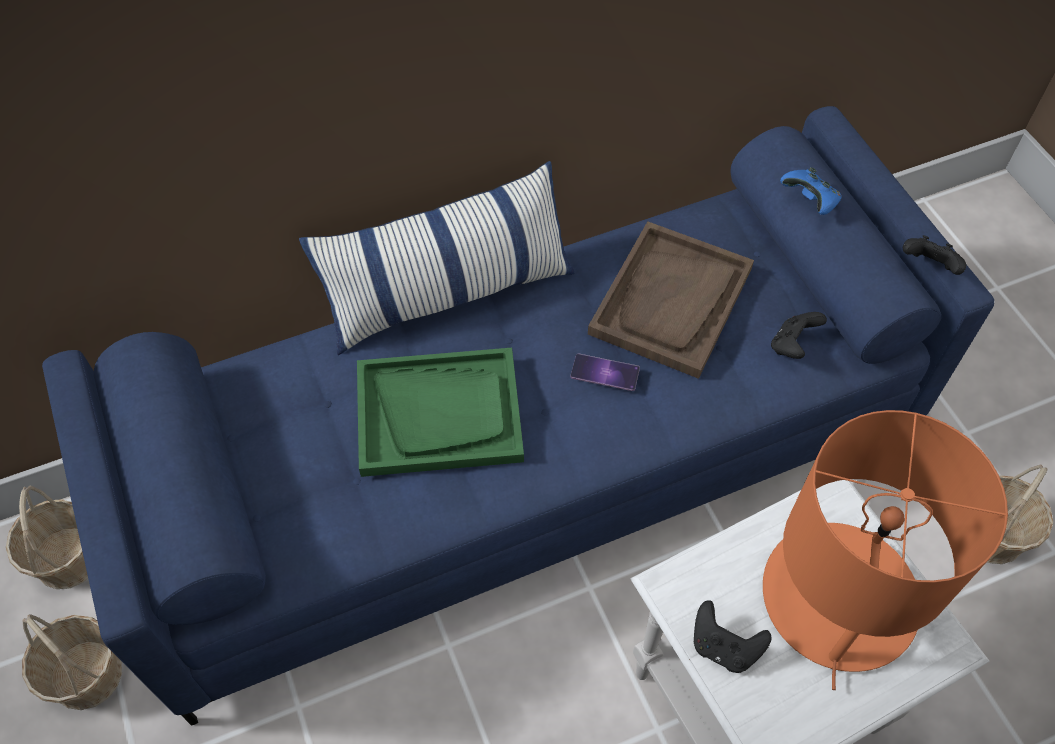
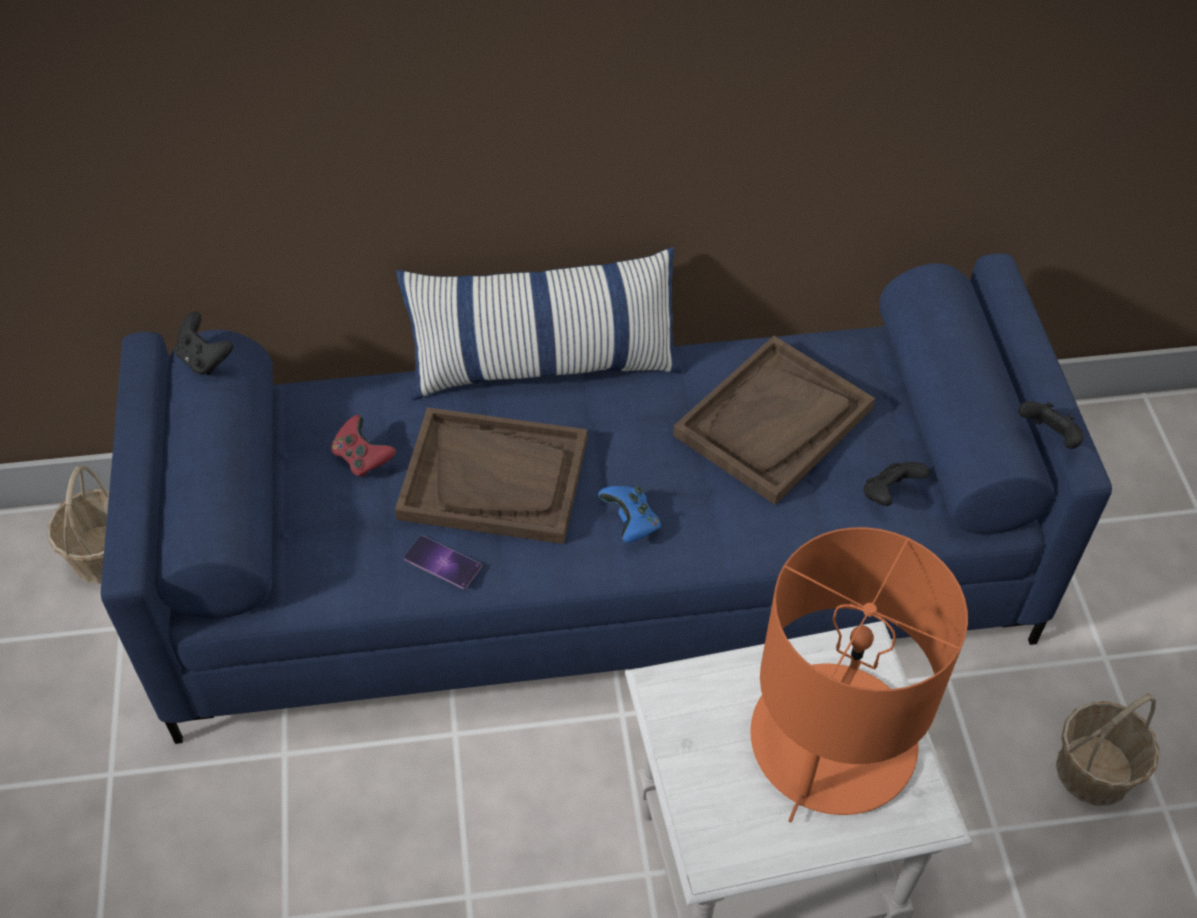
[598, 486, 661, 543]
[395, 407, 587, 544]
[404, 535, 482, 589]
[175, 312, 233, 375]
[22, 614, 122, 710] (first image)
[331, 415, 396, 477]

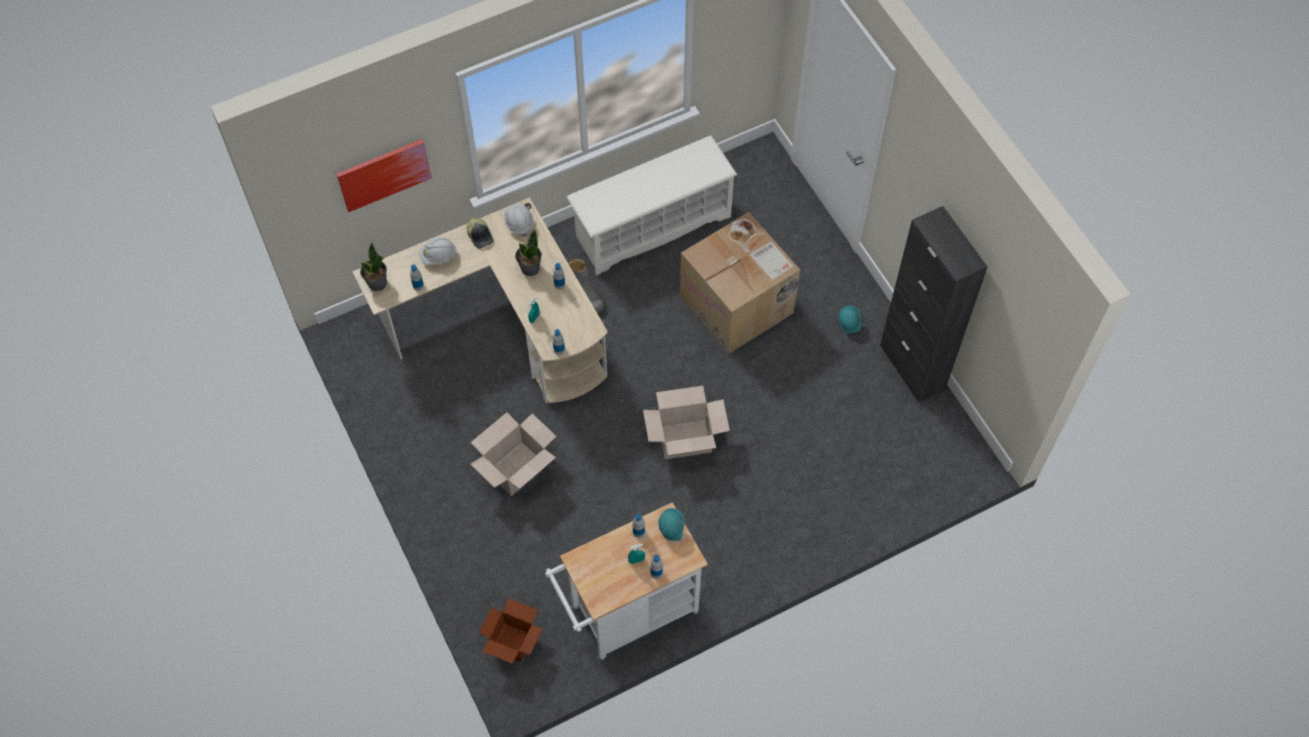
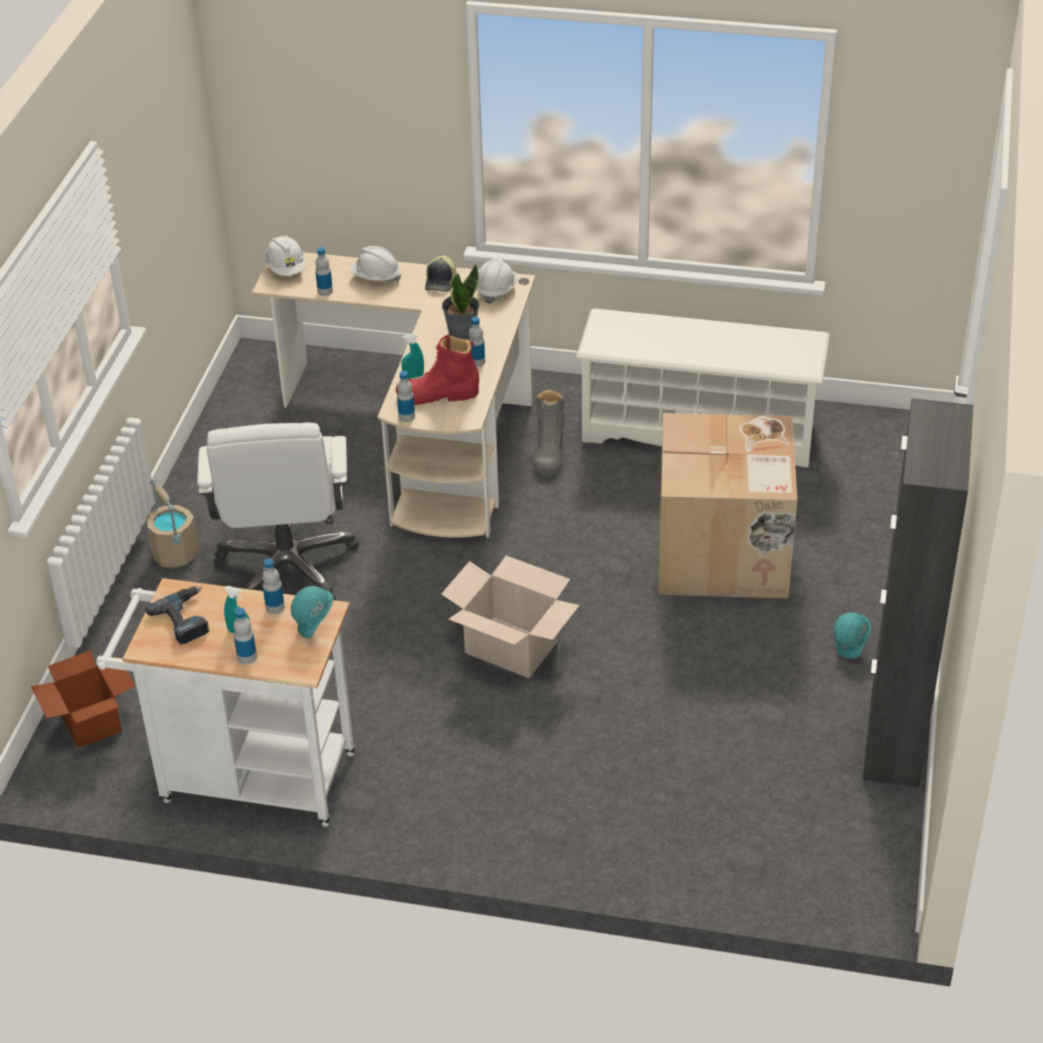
[336, 139, 432, 212] (first image)
[265, 235, 306, 276]
[197, 422, 359, 600]
[396, 335, 479, 405]
[147, 479, 199, 568]
[145, 586, 210, 645]

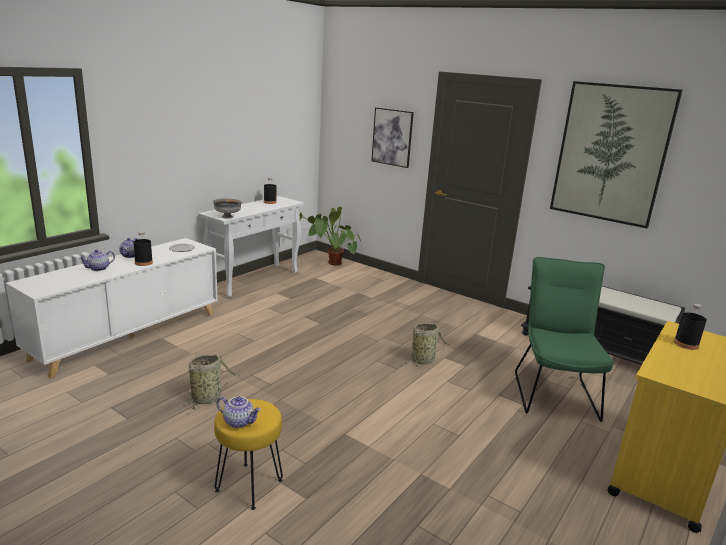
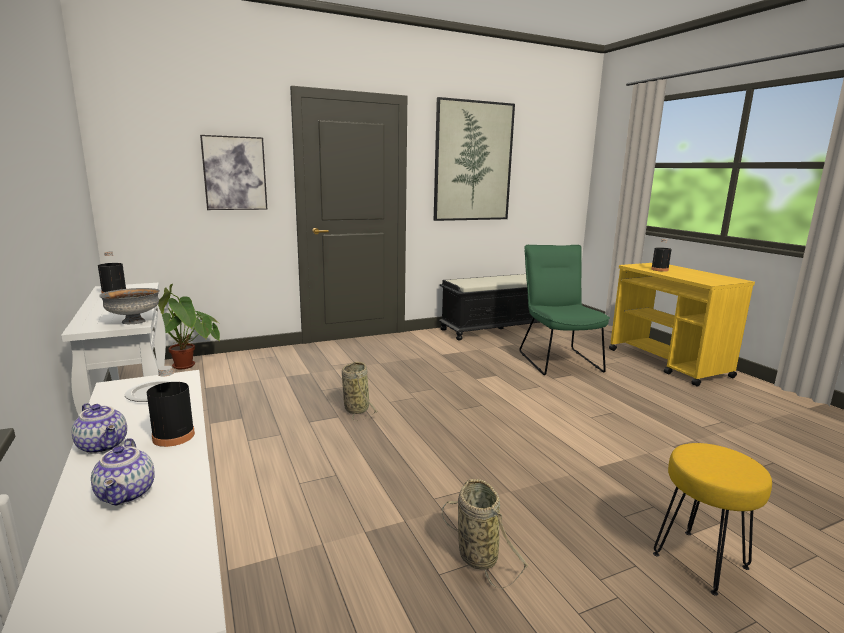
[519, 245, 610, 375]
[342, 362, 378, 421]
[217, 396, 261, 428] (first image)

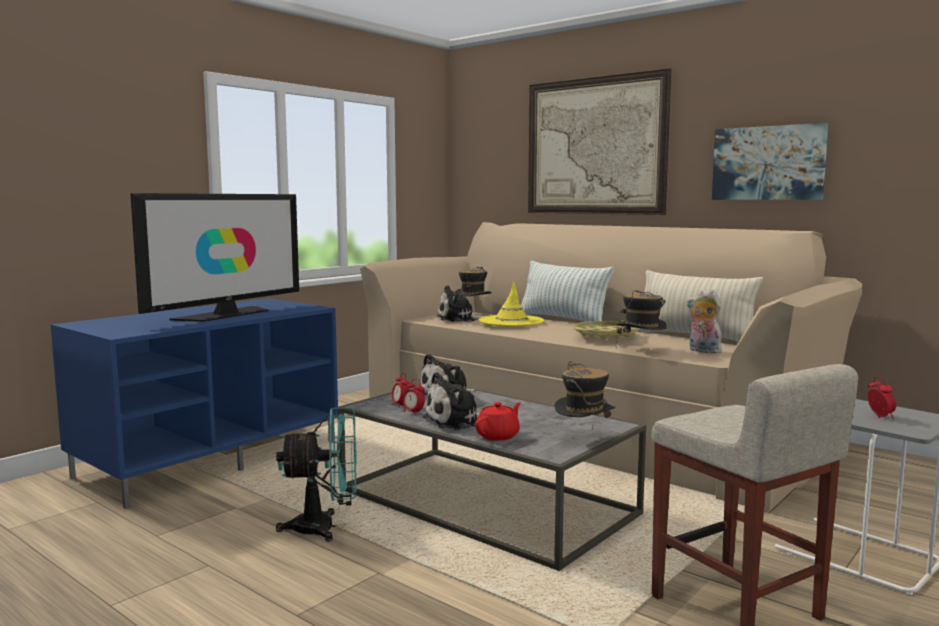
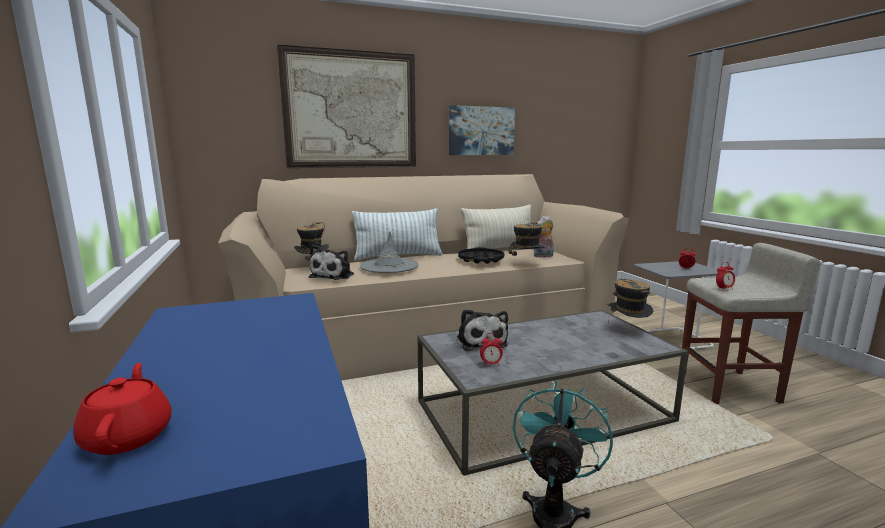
[130, 193, 299, 322] (first image)
[360, 231, 419, 273]
[458, 247, 504, 264]
[423, 372, 480, 430] (first image)
[716, 262, 735, 291]
[73, 363, 172, 455]

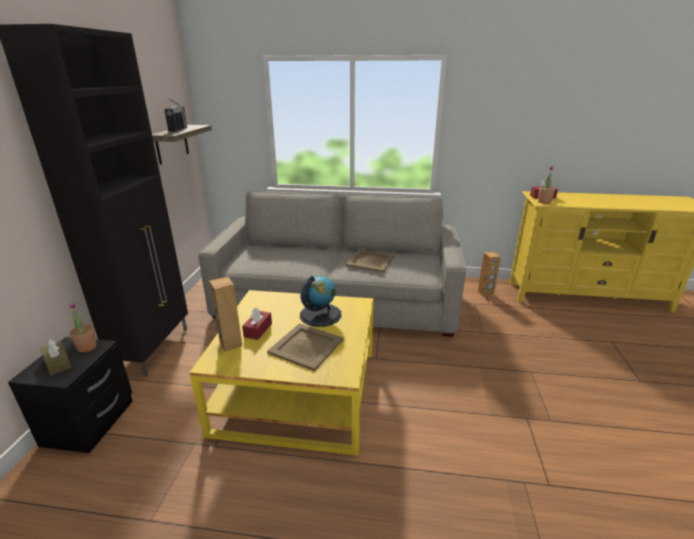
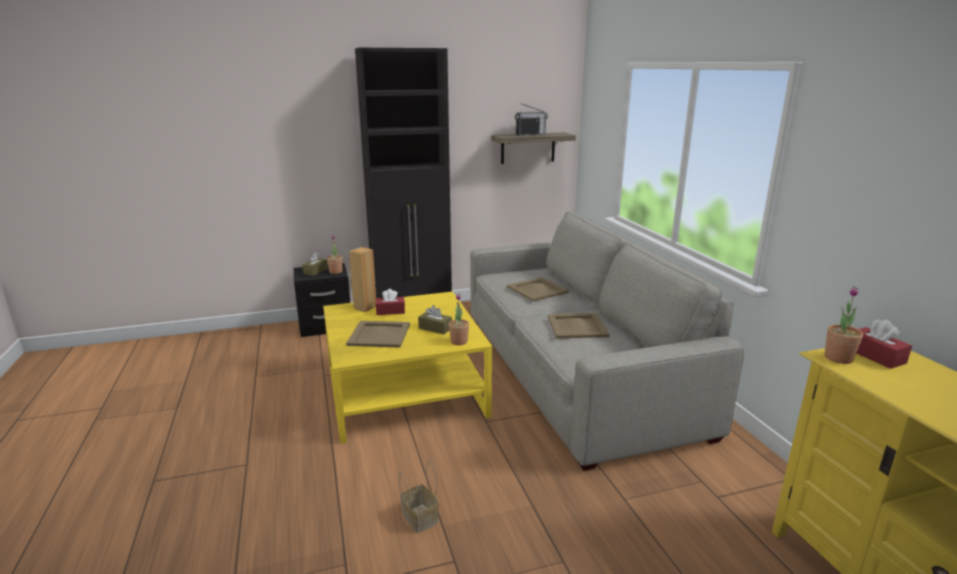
[478, 252, 501, 296] (first image)
[418, 305, 452, 335]
[507, 277, 569, 301]
[449, 294, 469, 345]
[399, 459, 439, 533]

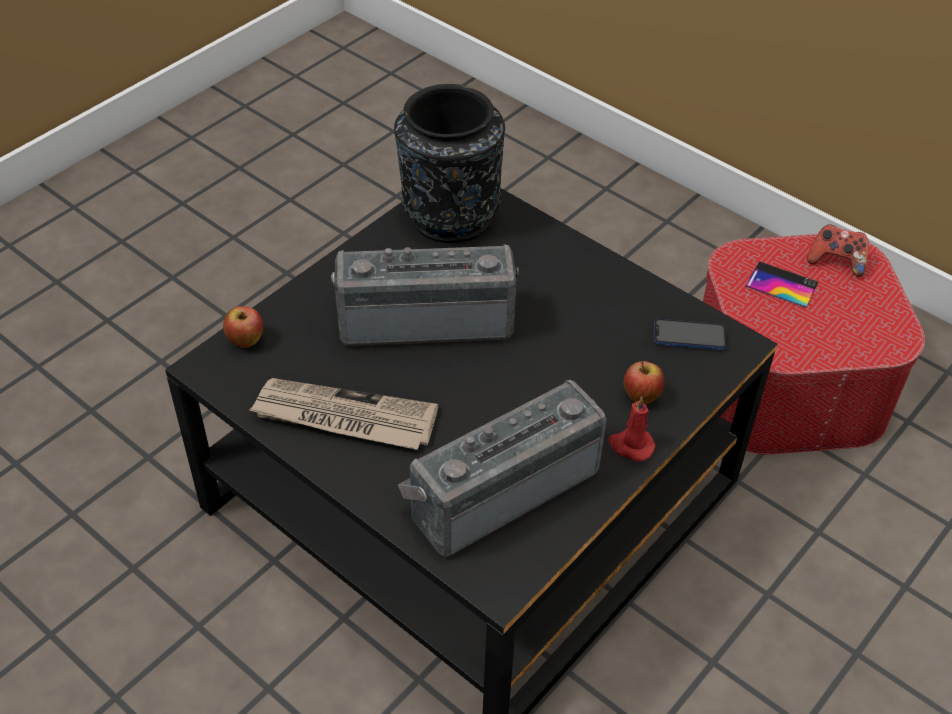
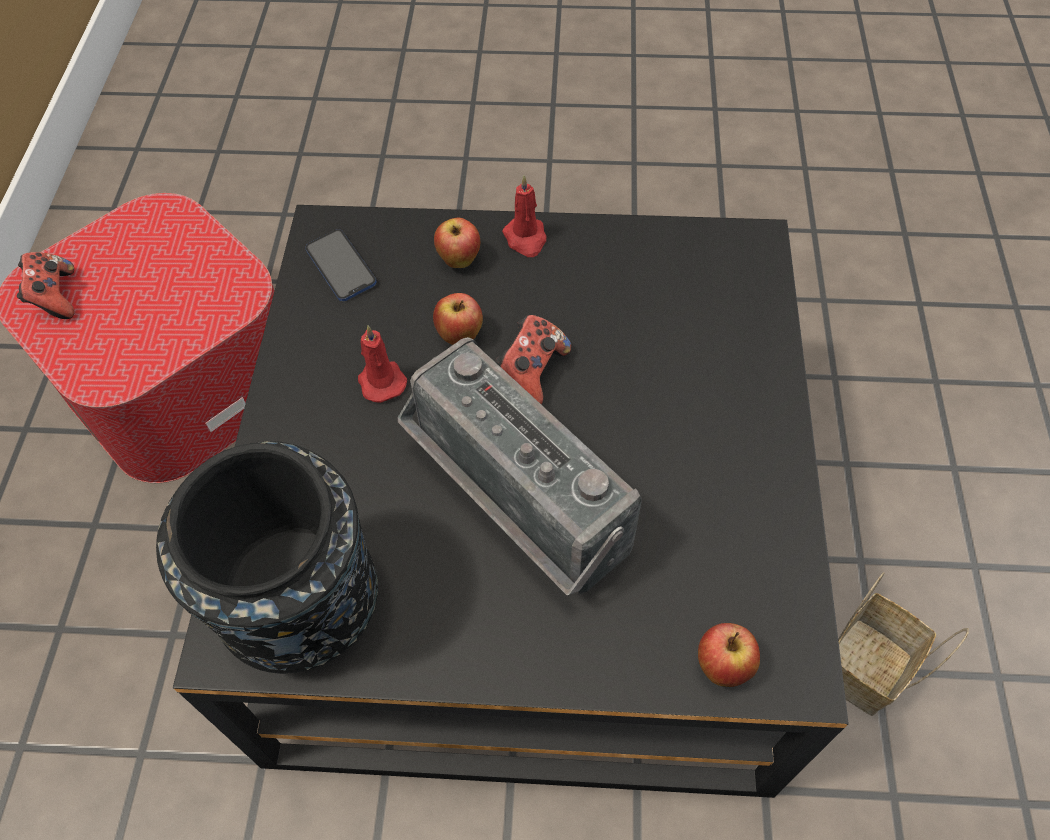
[746, 261, 818, 308] (first image)
[250, 378, 438, 450] (first image)
[398, 380, 607, 557] (first image)
[433, 293, 483, 345]
[496, 315, 571, 404]
[358, 325, 407, 403]
[838, 572, 969, 716]

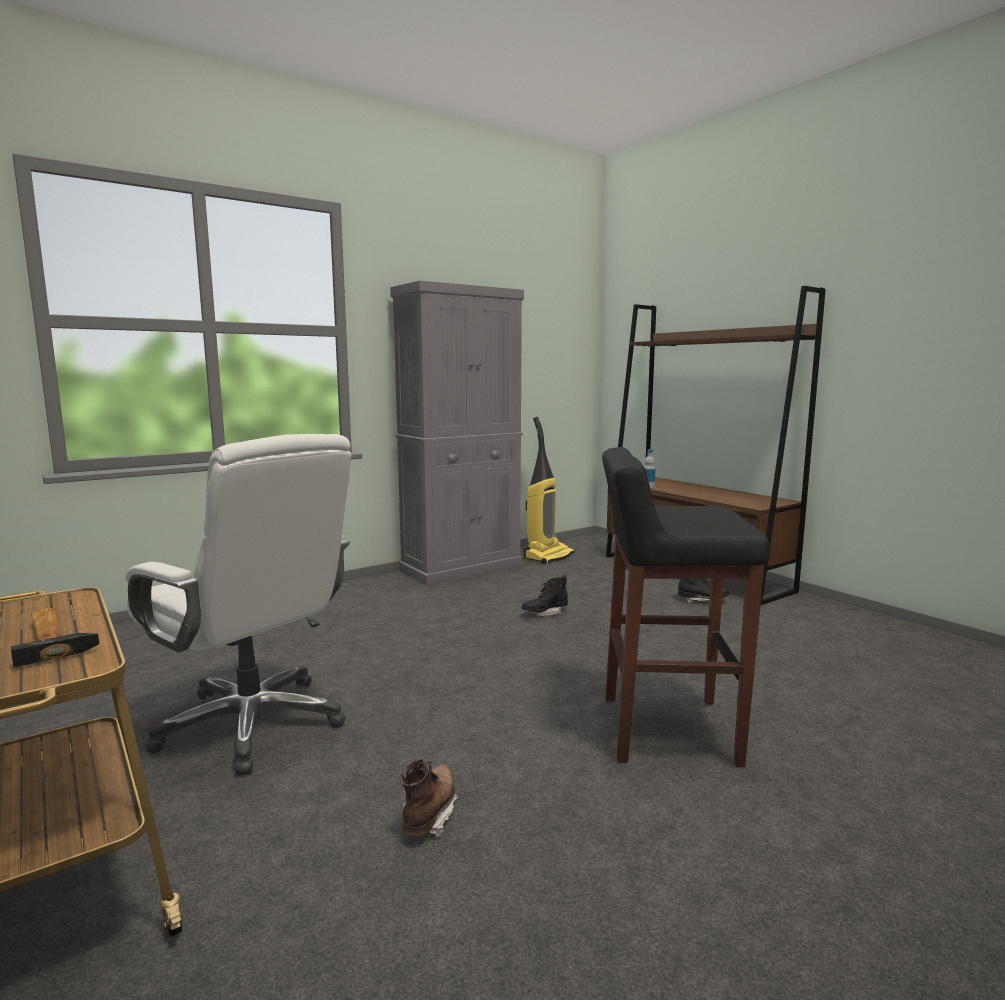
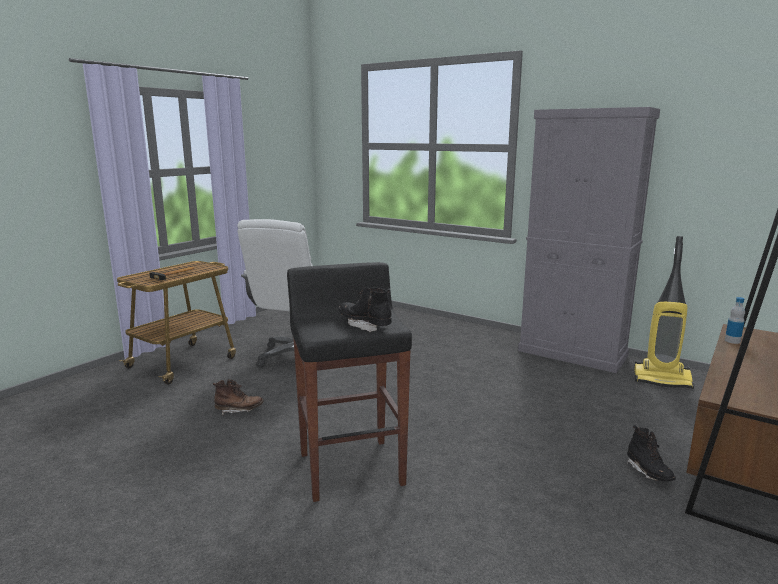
[338, 287, 392, 332]

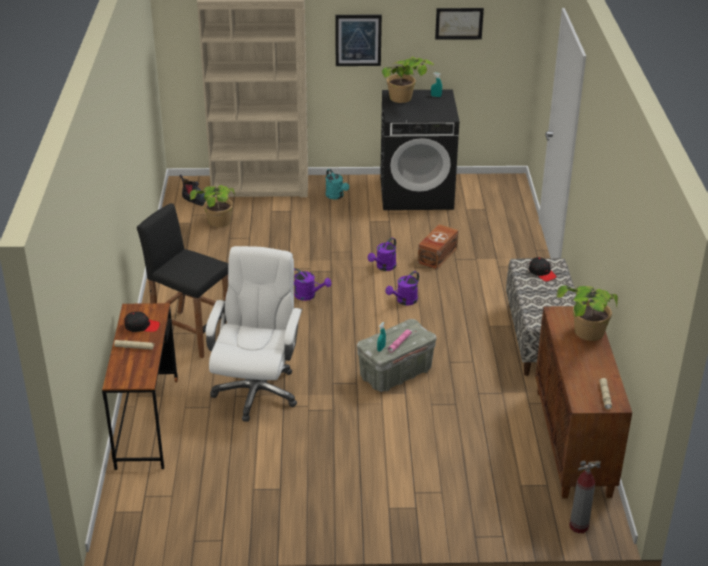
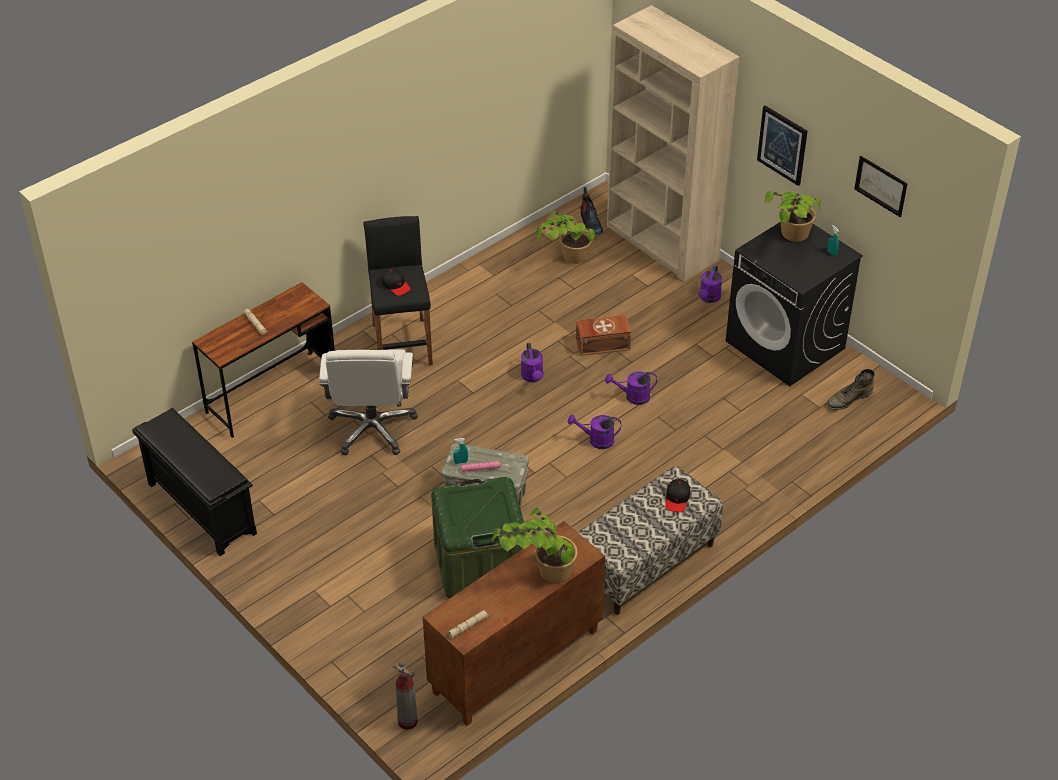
[699, 265, 722, 303]
[576, 315, 631, 356]
[319, 350, 418, 455]
[382, 268, 411, 296]
[826, 369, 875, 410]
[132, 408, 257, 556]
[431, 477, 527, 598]

